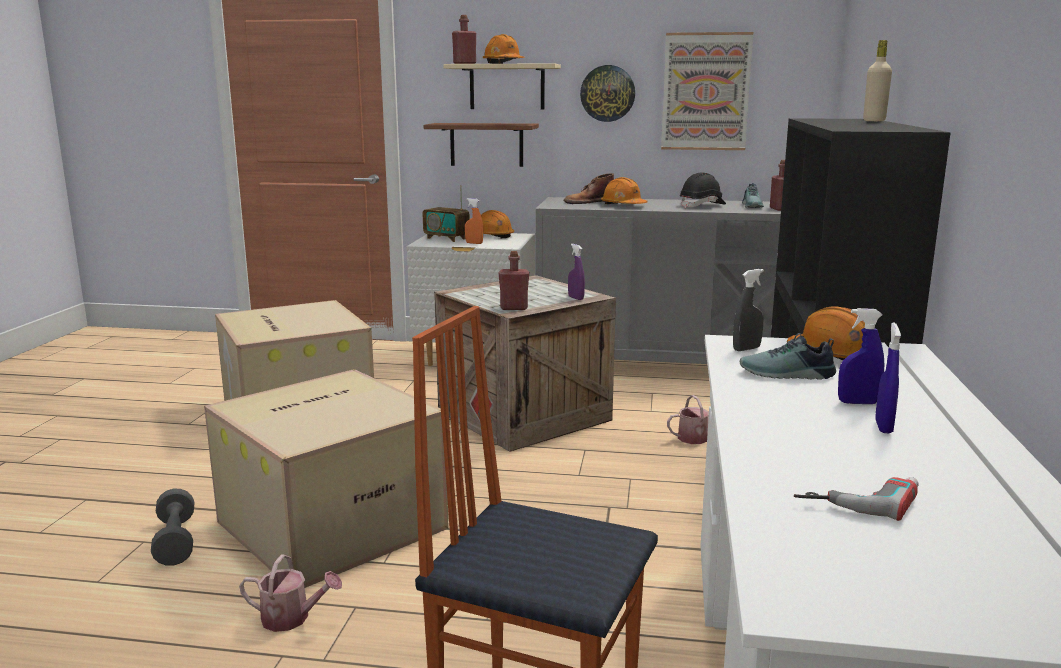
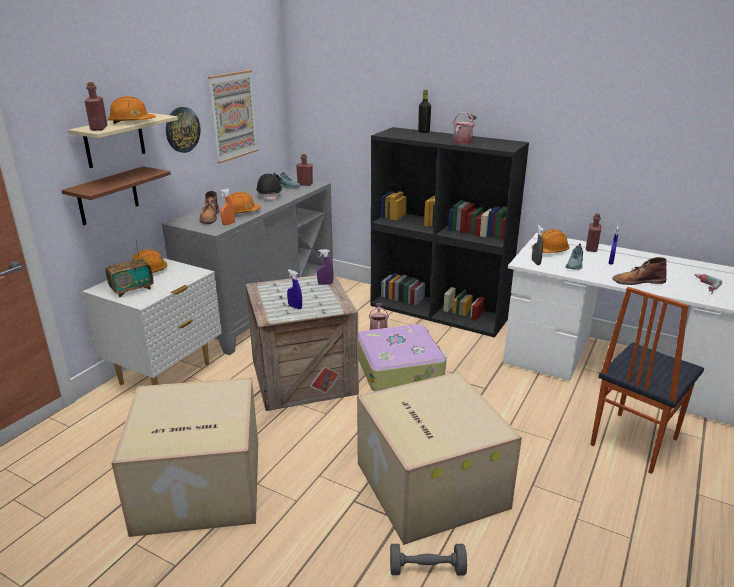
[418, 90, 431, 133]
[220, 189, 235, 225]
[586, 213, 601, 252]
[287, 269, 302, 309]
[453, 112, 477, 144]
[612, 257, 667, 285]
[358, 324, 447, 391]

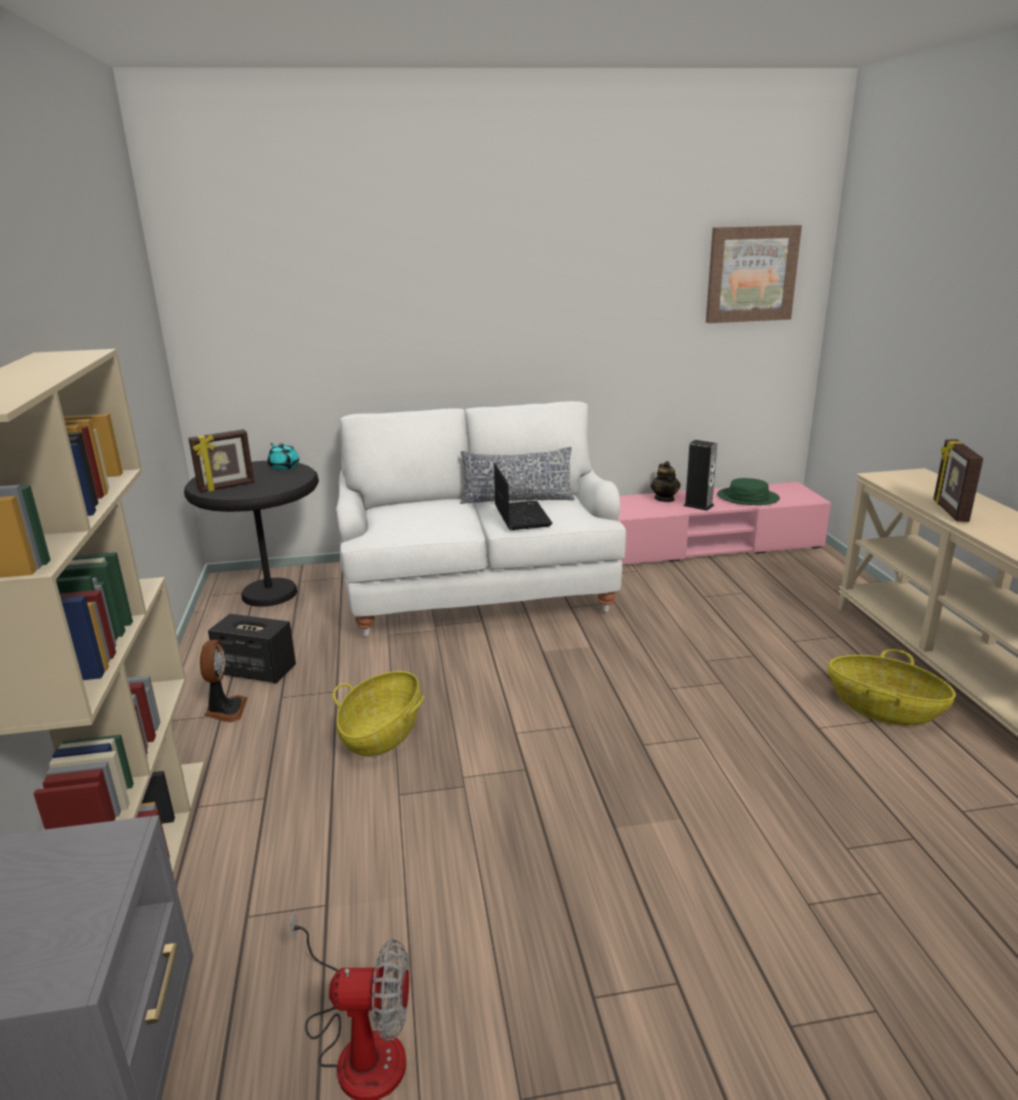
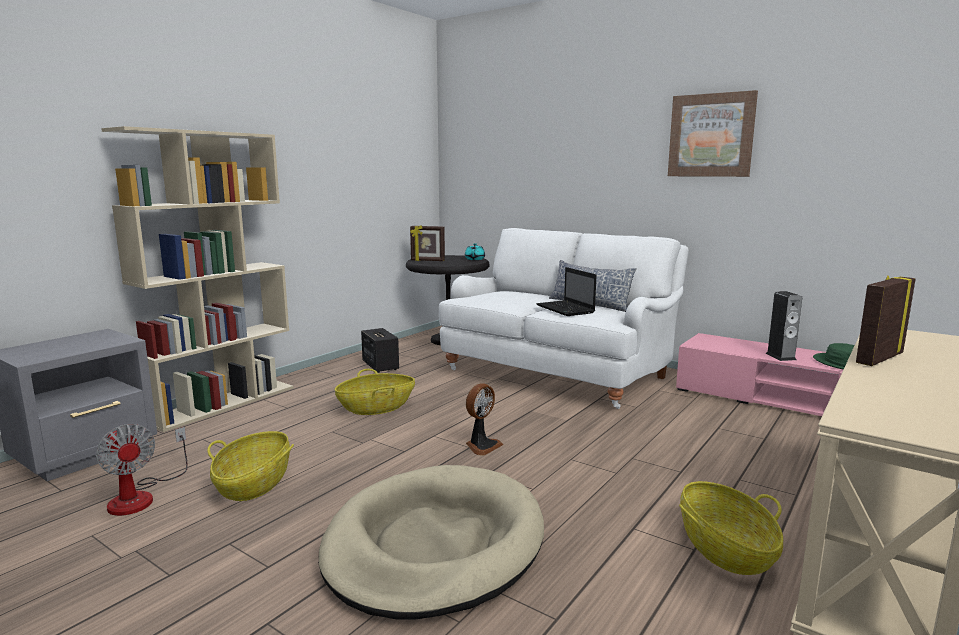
[668, 90, 758, 177]
[651, 461, 680, 502] (first image)
[537, 267, 597, 316]
[466, 383, 504, 456]
[207, 431, 294, 501]
[318, 465, 544, 620]

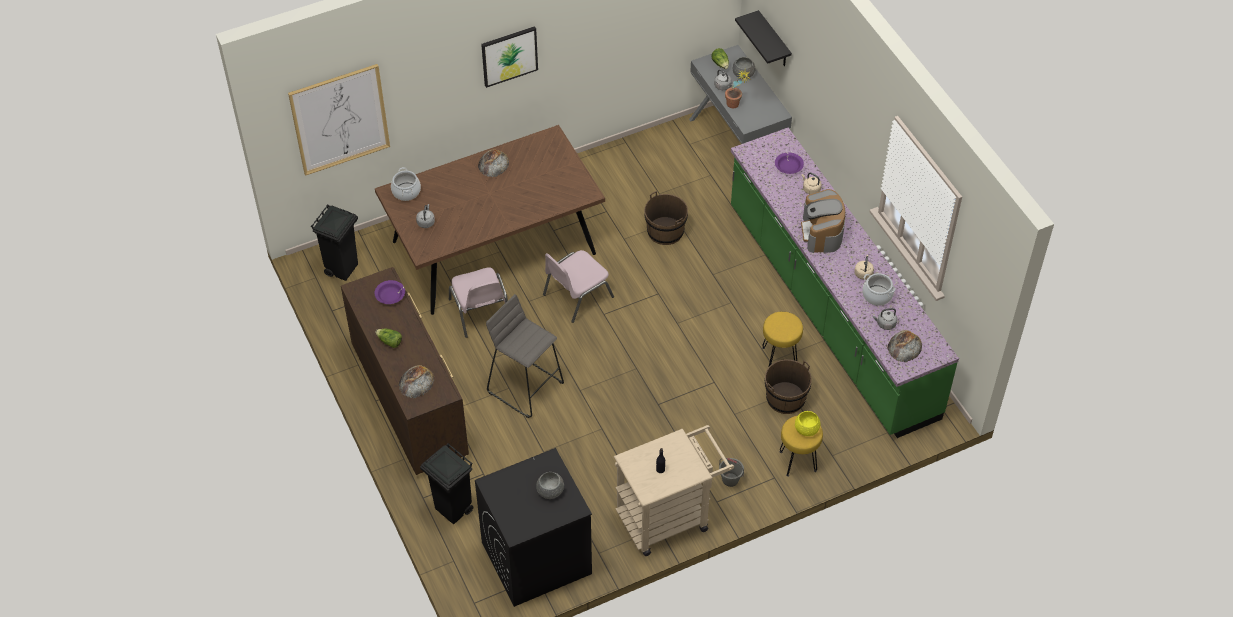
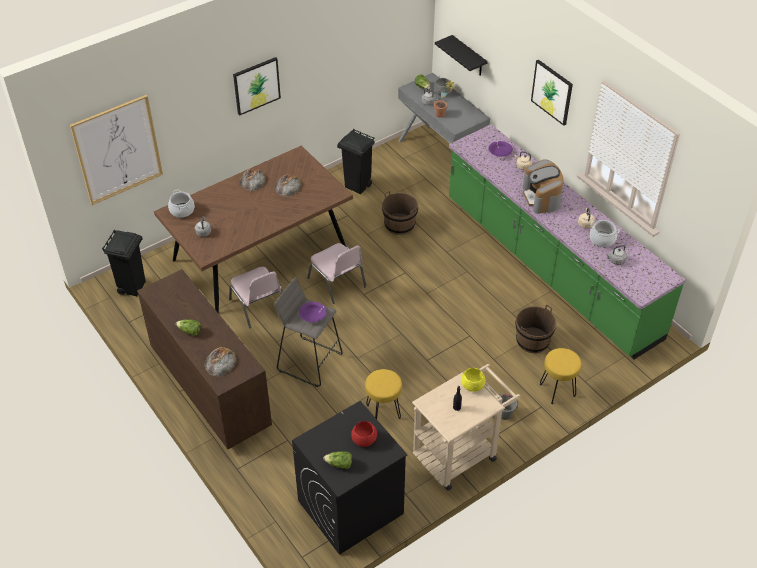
[307, 243, 367, 304]
[299, 302, 326, 322]
[365, 369, 402, 419]
[275, 174, 301, 197]
[461, 368, 485, 392]
[337, 129, 375, 194]
[351, 421, 377, 447]
[531, 59, 573, 126]
[323, 451, 352, 469]

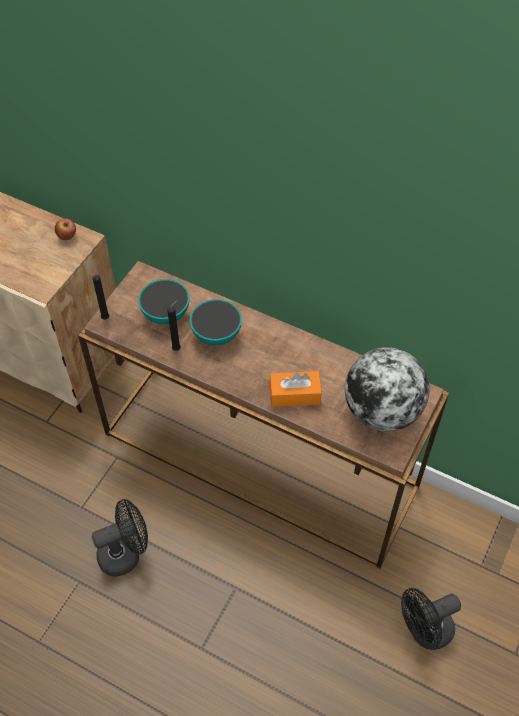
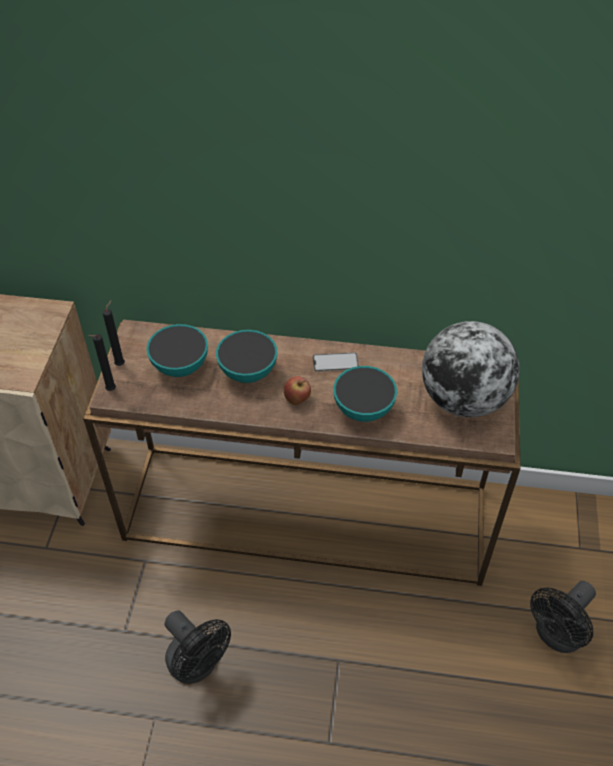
[283, 376, 311, 405]
[103, 300, 125, 366]
[333, 366, 397, 422]
[165, 610, 231, 684]
[313, 352, 359, 372]

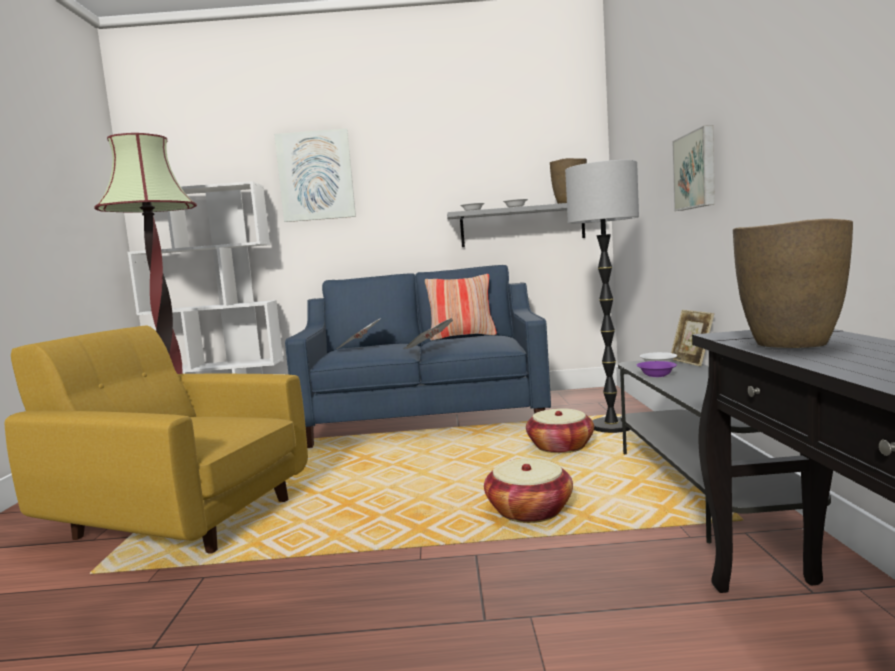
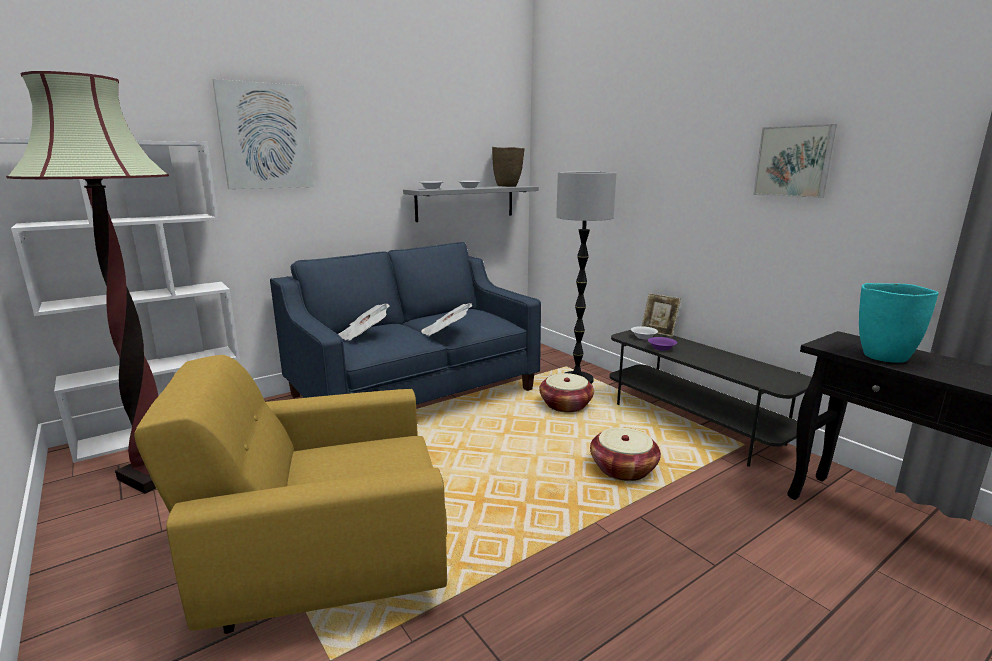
[753, 124, 837, 198]
[859, 283, 939, 363]
[425, 274, 497, 341] (first image)

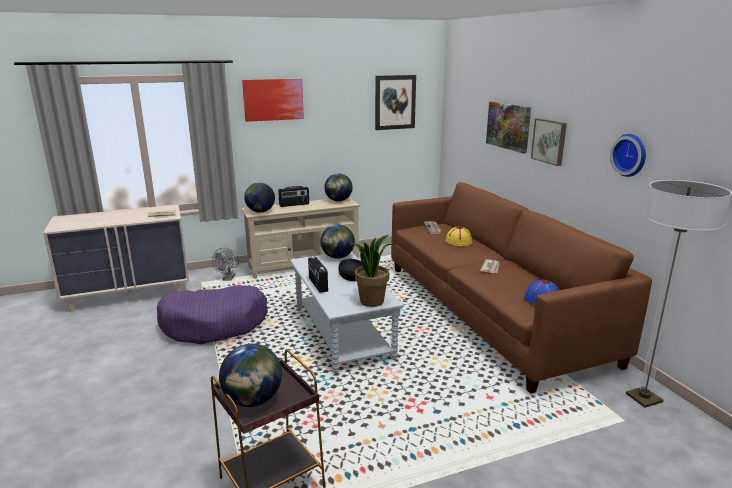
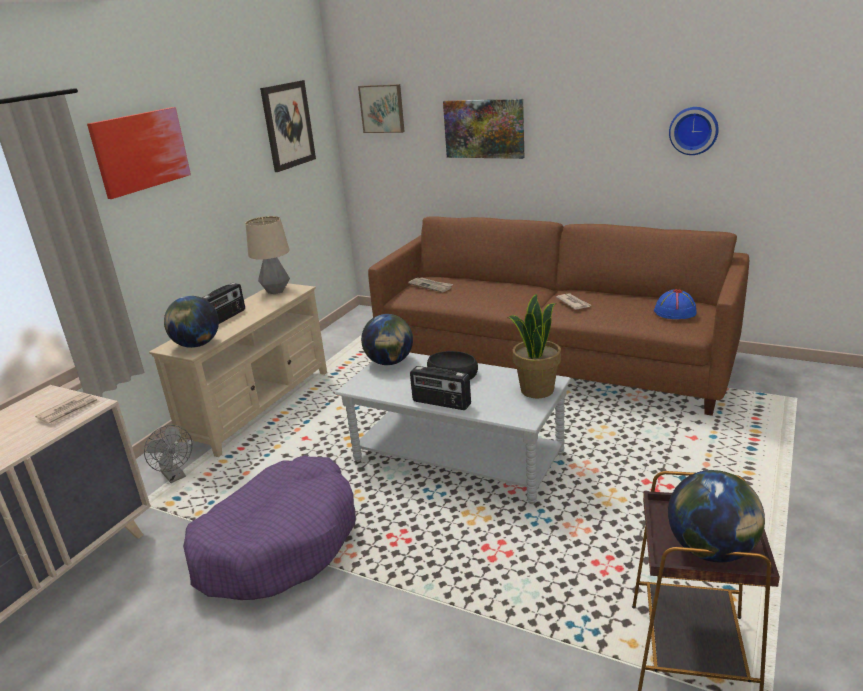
[358, 84, 405, 133]
[246, 216, 290, 294]
[626, 180, 732, 408] (first image)
[446, 226, 472, 246] (first image)

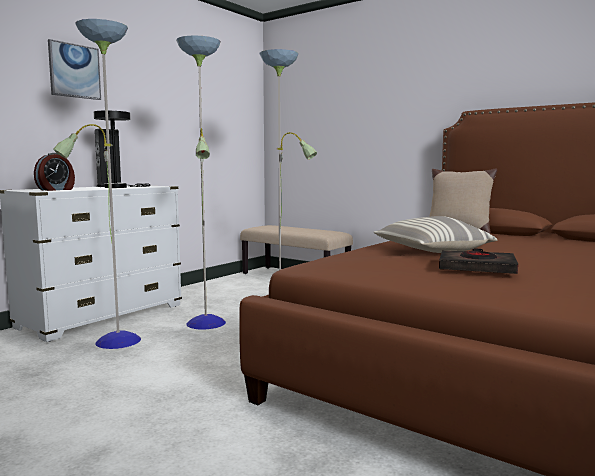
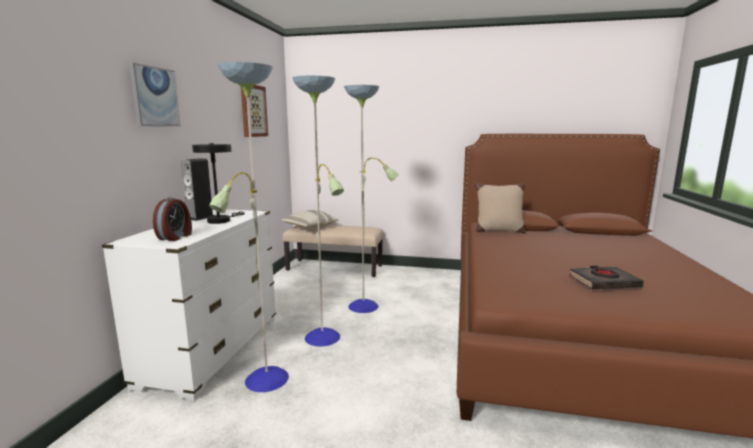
[282, 210, 339, 228]
[241, 85, 268, 137]

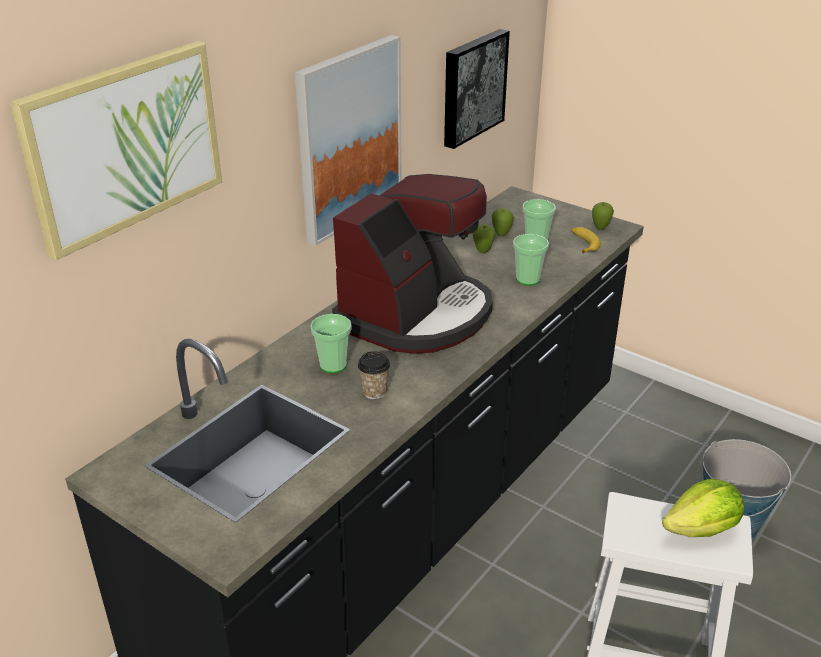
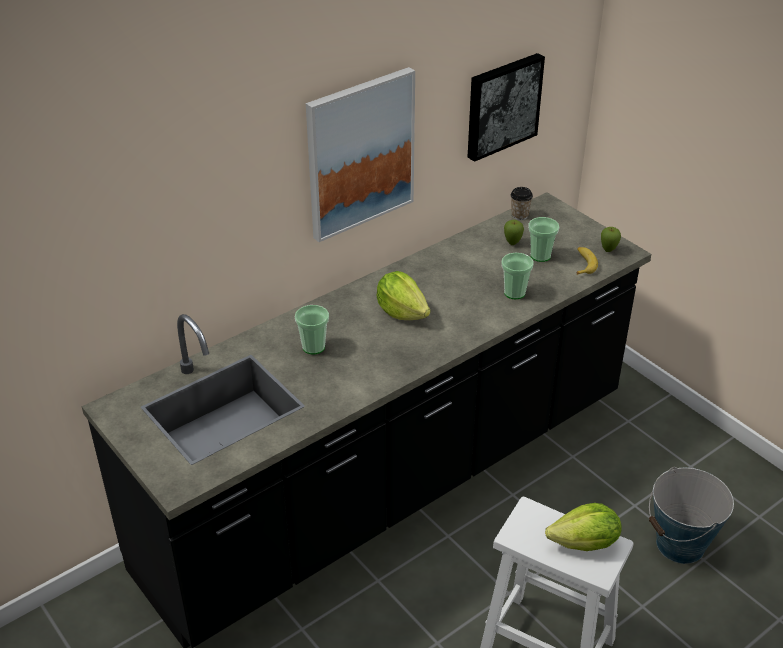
[10, 41, 222, 260] (first image)
[376, 271, 431, 320]
[473, 224, 495, 253] (first image)
[511, 187, 533, 220]

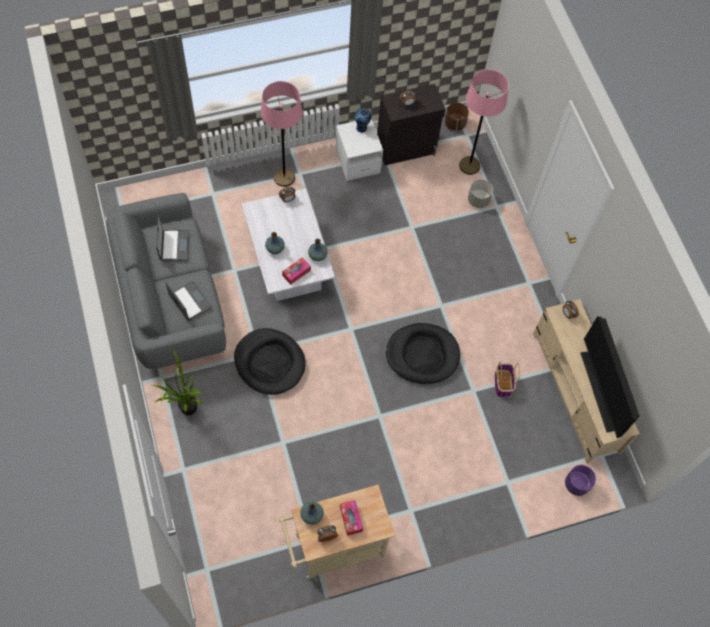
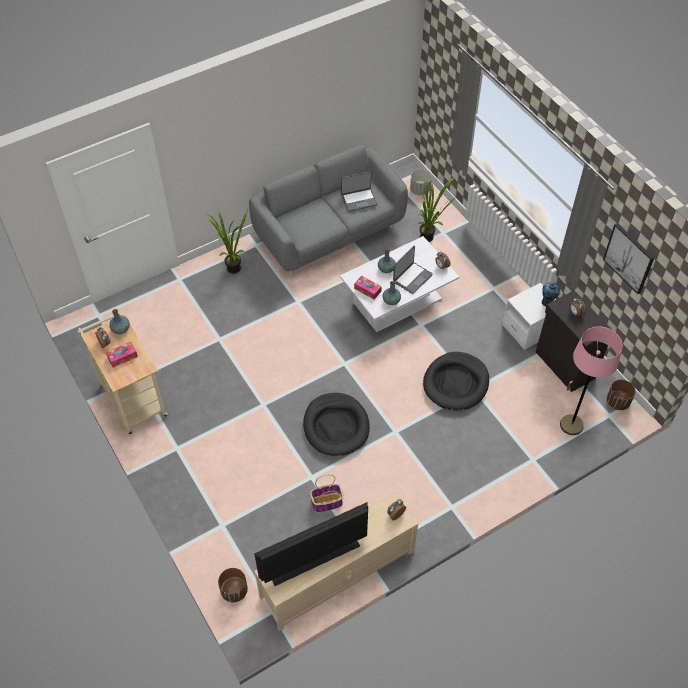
[261, 81, 303, 187] (first image)
[410, 169, 432, 195]
[393, 246, 433, 294]
[423, 352, 489, 411]
[218, 568, 248, 602]
[418, 177, 457, 242]
[603, 223, 654, 294]

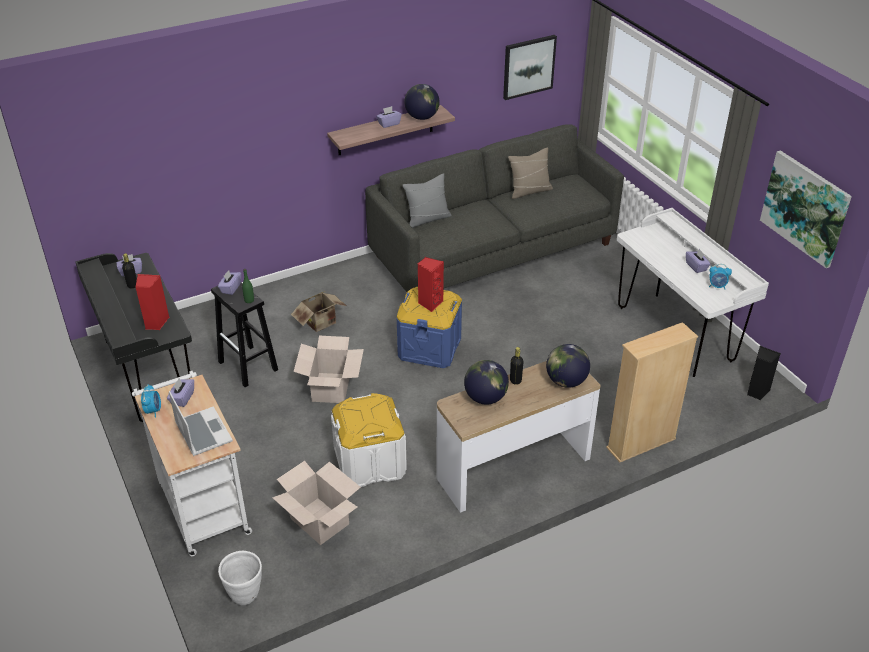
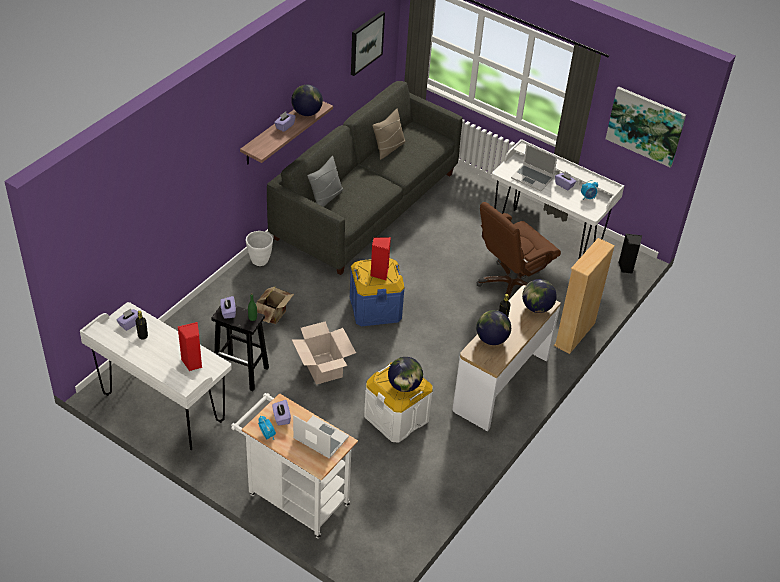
[80, 302, 232, 450]
[272, 461, 361, 545] (first image)
[246, 231, 273, 266]
[511, 144, 557, 191]
[477, 202, 561, 300]
[388, 357, 423, 392]

